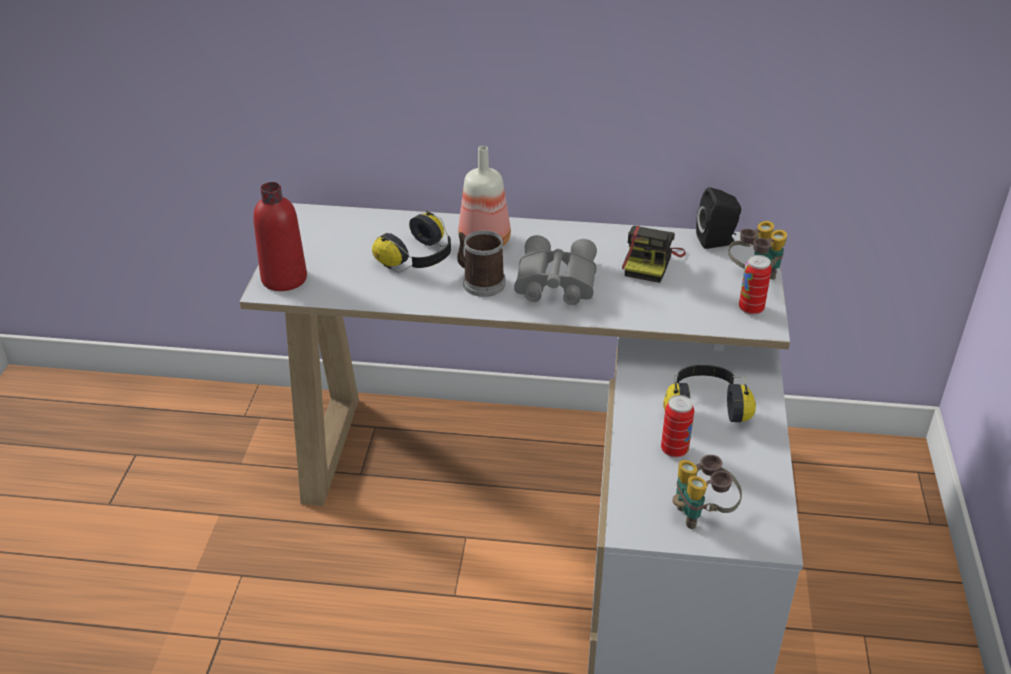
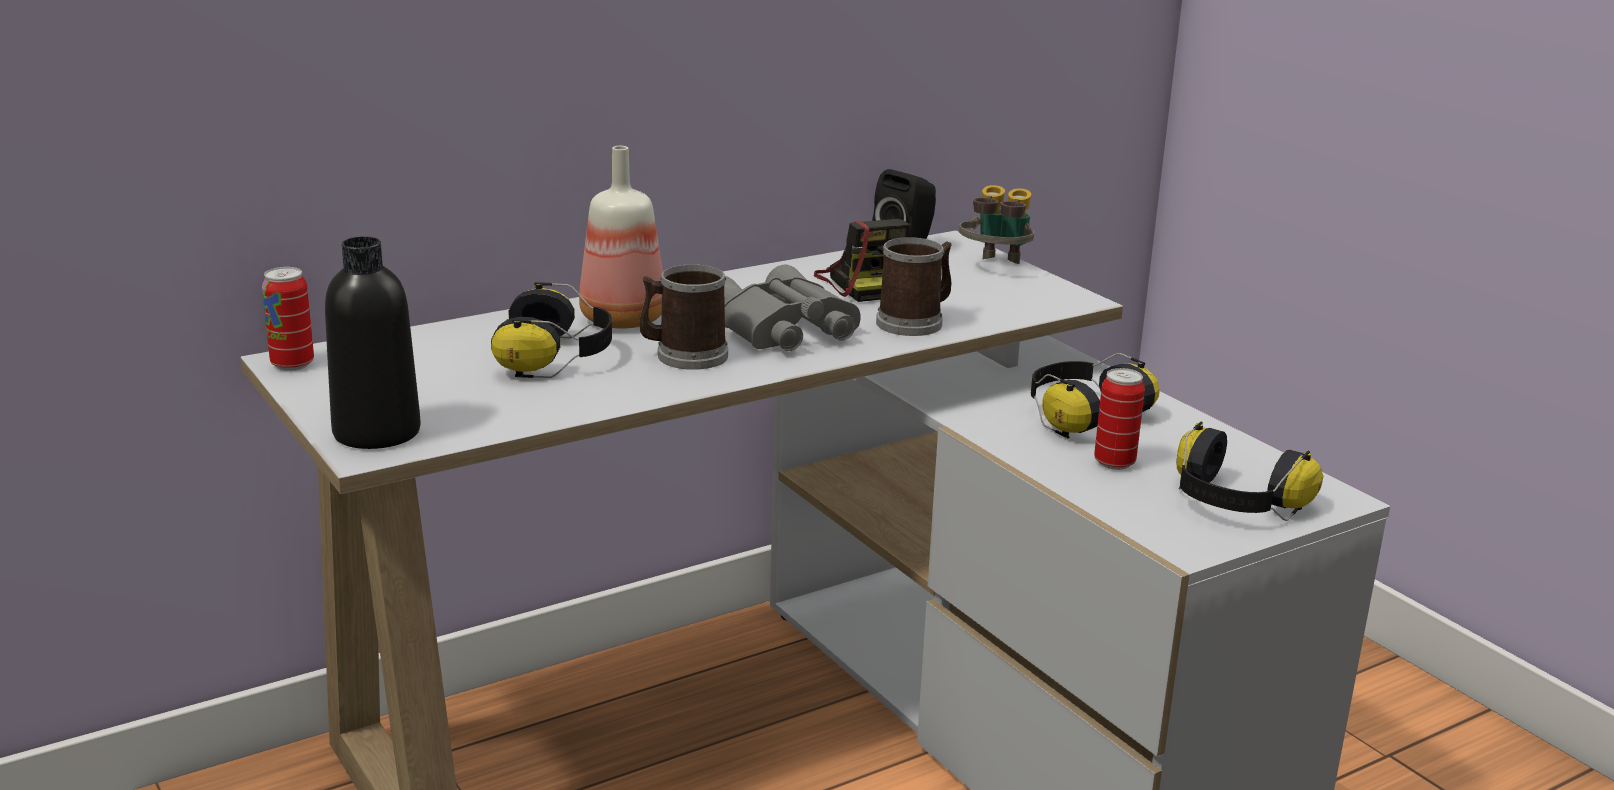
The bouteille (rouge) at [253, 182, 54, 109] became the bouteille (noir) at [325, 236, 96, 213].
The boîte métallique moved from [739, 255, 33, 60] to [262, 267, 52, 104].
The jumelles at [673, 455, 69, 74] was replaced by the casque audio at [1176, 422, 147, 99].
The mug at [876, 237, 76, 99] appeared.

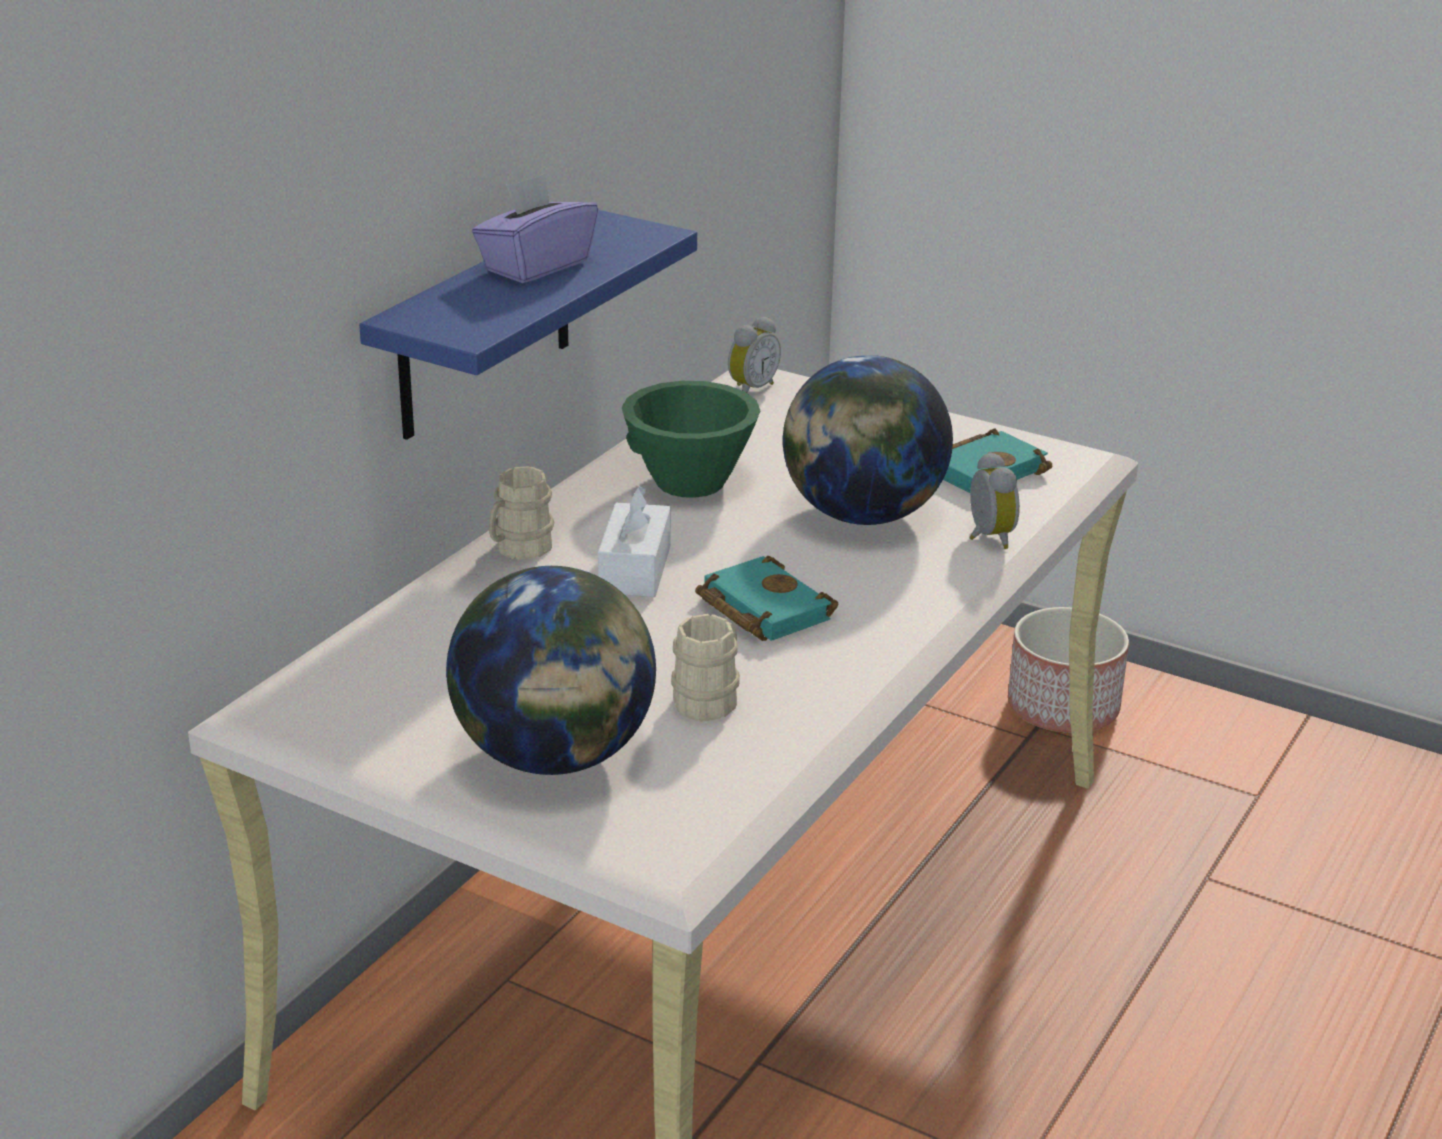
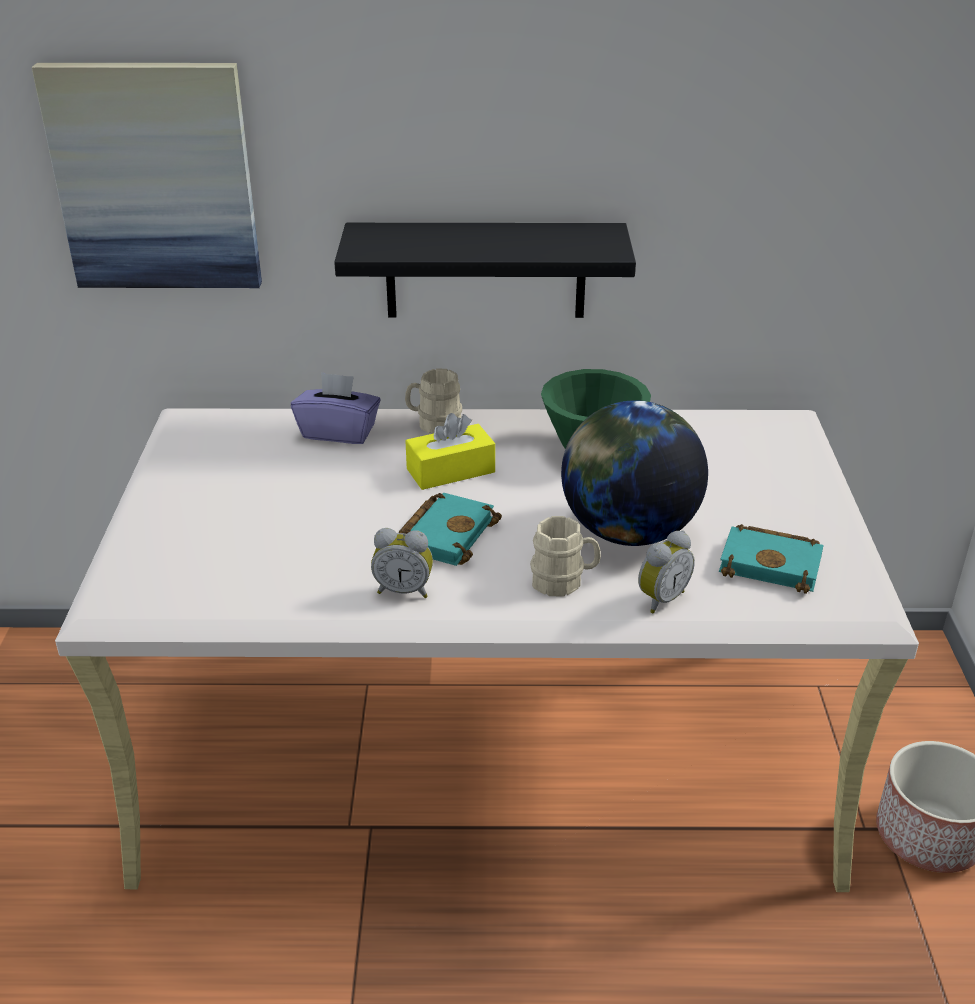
The boîte à mouchoirs (violet) moved from [472, 173, 126, 110] to [291, 372, 90, 72].
The étagère (bleu) at [359, 210, 338, 230] became the étagère (noir) at [334, 223, 302, 95].
The réveil moved from [728, 316, 53, 77] to [371, 528, 62, 70].
The boîte à mouchoirs (blanc) at [598, 486, 73, 111] became the boîte à mouchoirs (jaune) at [405, 413, 90, 77].
The globe at [446, 566, 210, 209] disappeared.
The mug (beige) moved from [671, 614, 69, 108] to [530, 516, 71, 81].
The tableau at [32, 63, 230, 225] appeared.

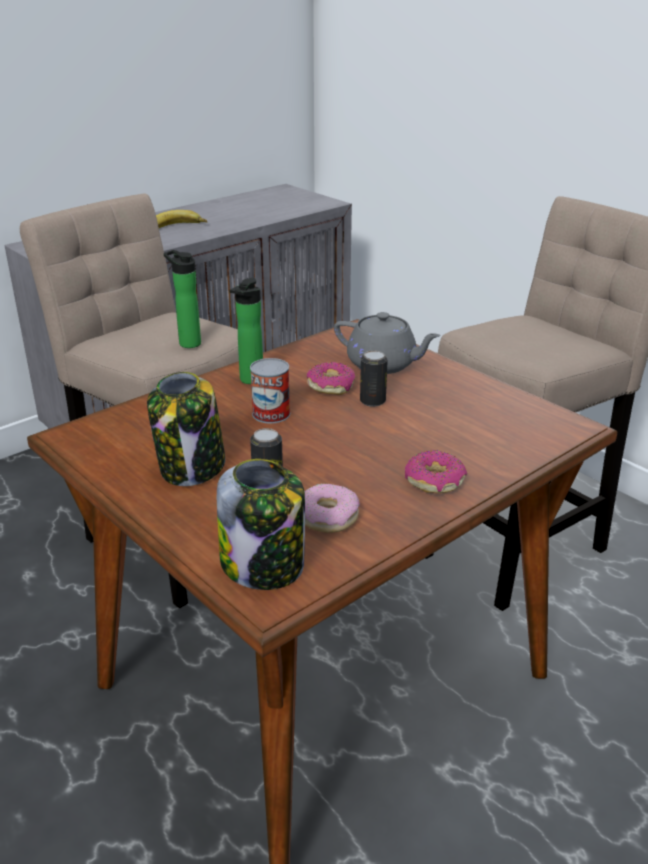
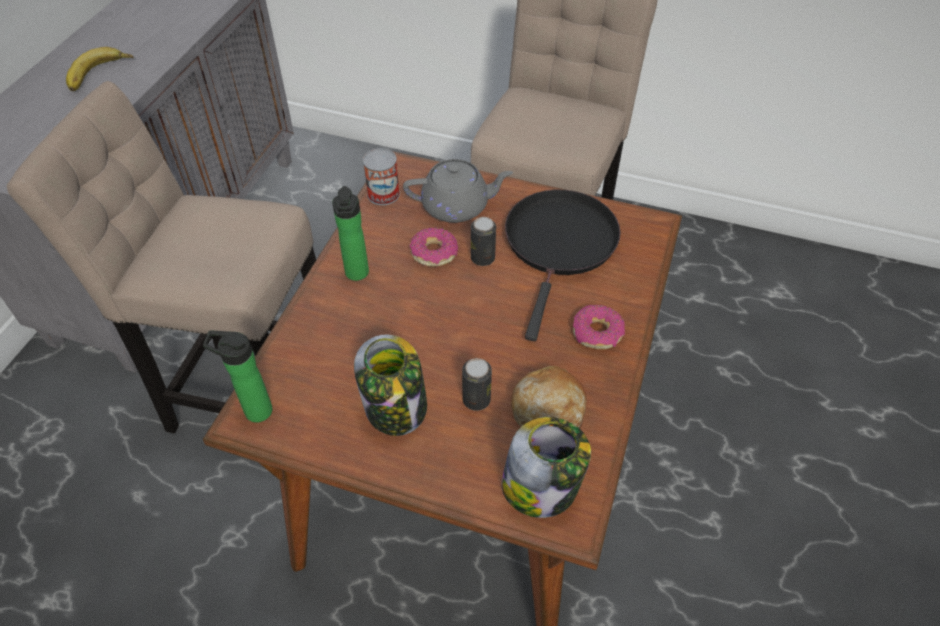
The bouteille moved from [164, 250, 37, 98] to [203, 331, 69, 92].
The boîte métallique moved from [250, 358, 40, 66] to [363, 148, 37, 57].
The beignet at [304, 483, 56, 50] was replaced by the pain at [511, 366, 76, 63].
The poêle (noir) at [505, 190, 116, 151] appeared.

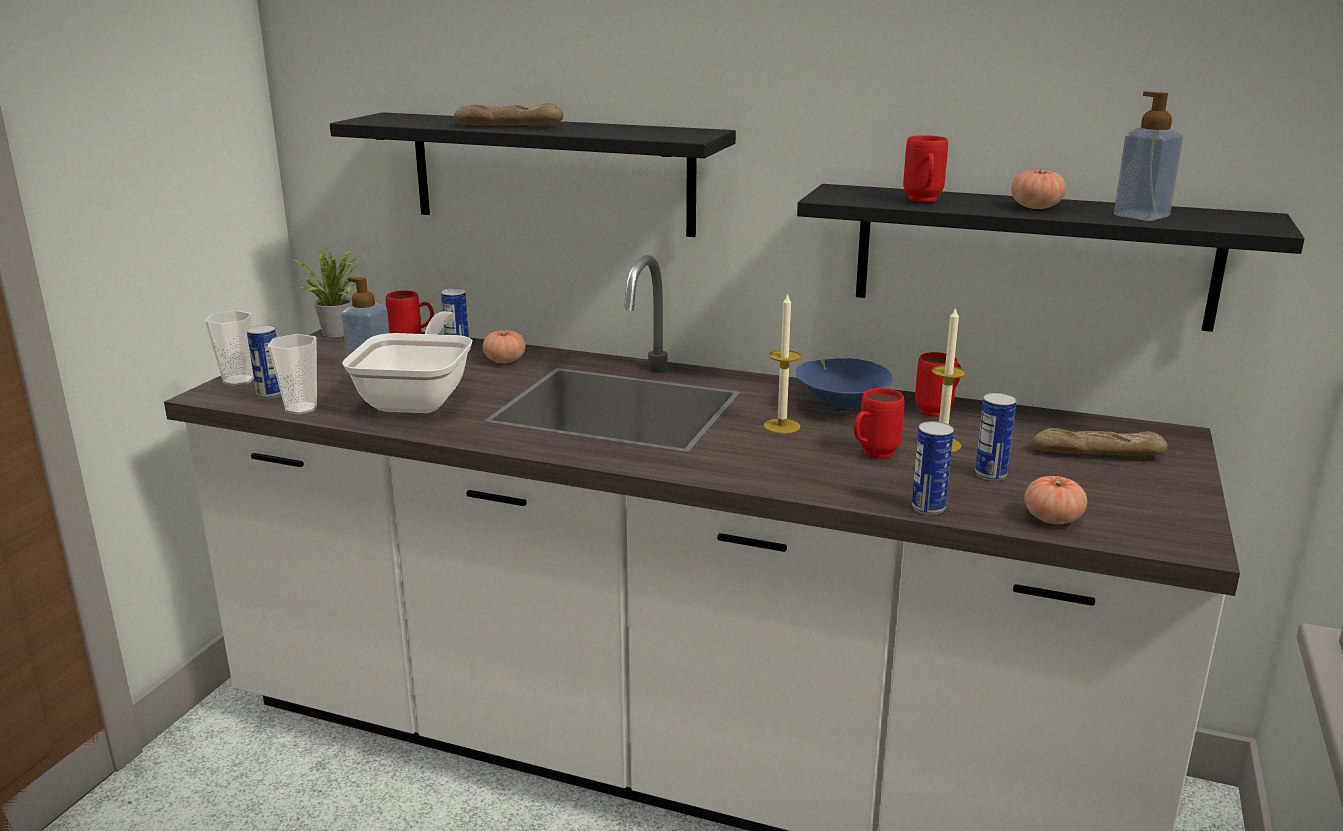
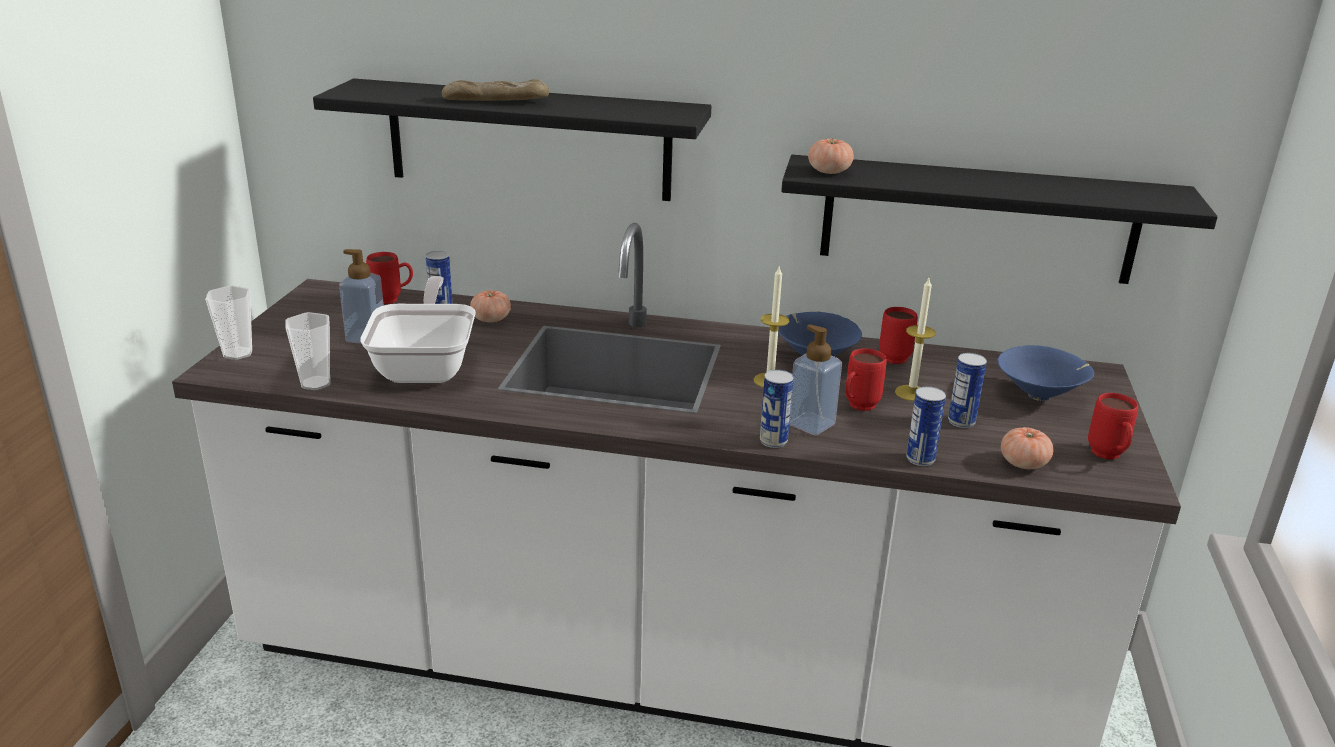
The distributeur de savon moved from [1114, 91, 69, 130] to [789, 324, 53, 111].
The mug (rouge) moved from [903, 135, 45, 67] to [1088, 393, 50, 67].
The tomate moved from [1011, 168, 55, 41] to [808, 139, 46, 35].
The plante en pot at [292, 248, 78, 89] disappeared.
The boîte métallique moved from [247, 325, 34, 74] to [760, 370, 34, 78].
The pain at [1032, 428, 136, 28] was replaced by the bol (bleu) at [997, 345, 98, 56].

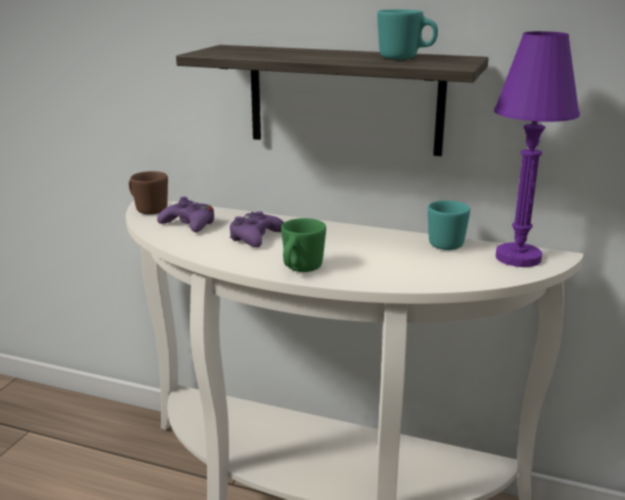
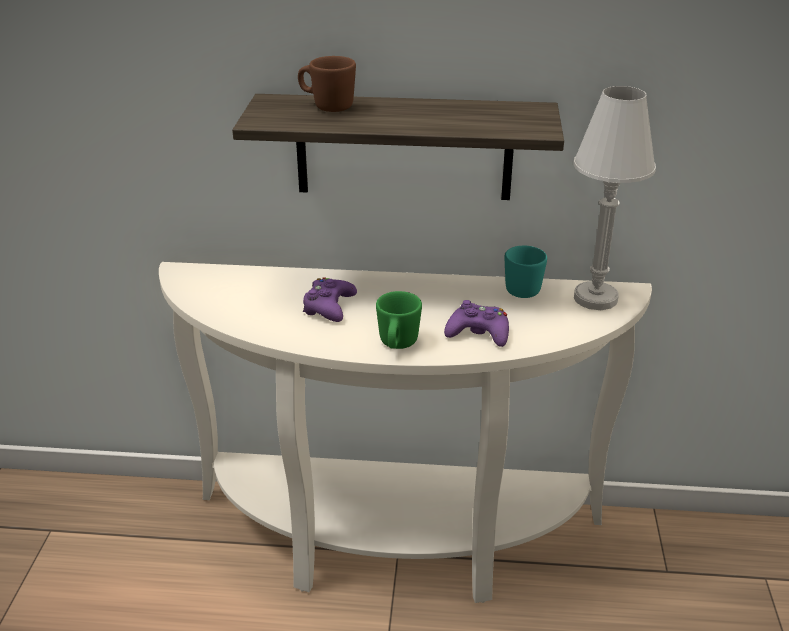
The mug (turquoise) at [377, 9, 61, 50] disappeared.
The lampe de table (violet) at [494, 31, 86, 236] became the lampe de table (blanc) at [573, 86, 83, 224].
The mug (marron) moved from [129, 171, 39, 44] to [298, 56, 58, 56].
The manette (violet) moved from [157, 197, 57, 35] to [444, 300, 65, 47].

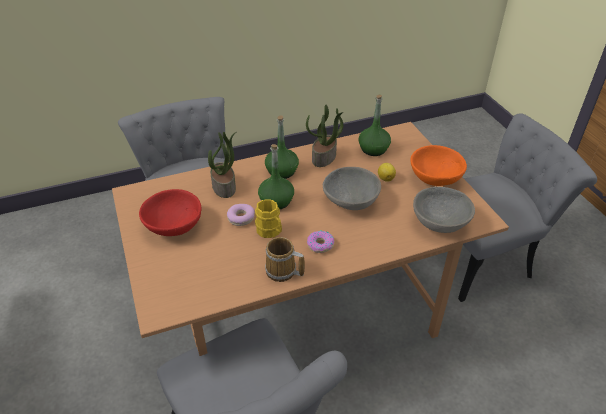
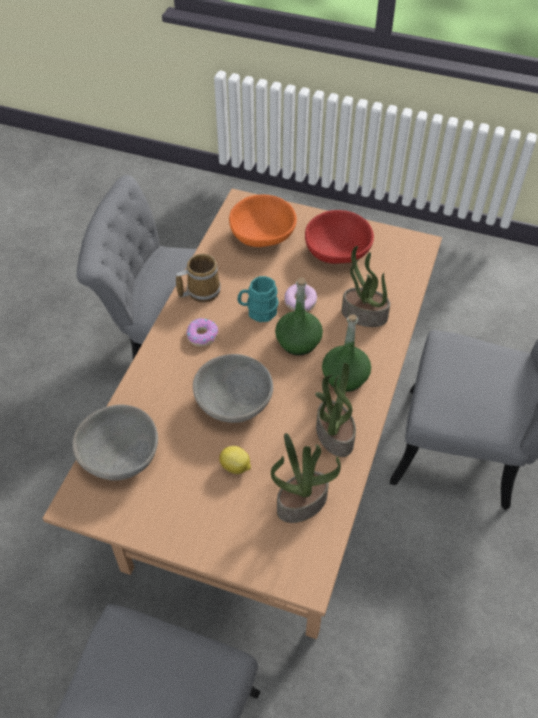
The bouteille (vert) at [358, 95, 33, 61] was replaced by the plante en pot at [271, 433, 70, 90].
The bol (orange) moved from [410, 145, 57, 41] to [229, 195, 68, 52].
The mug (jaune) at [255, 199, 27, 39] became the mug (turquoise) at [237, 276, 42, 46].

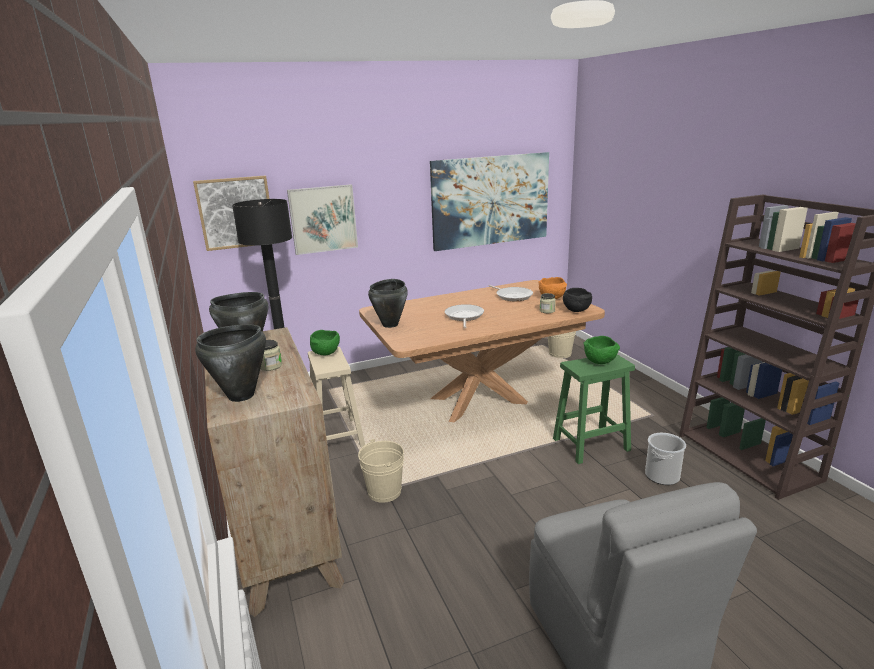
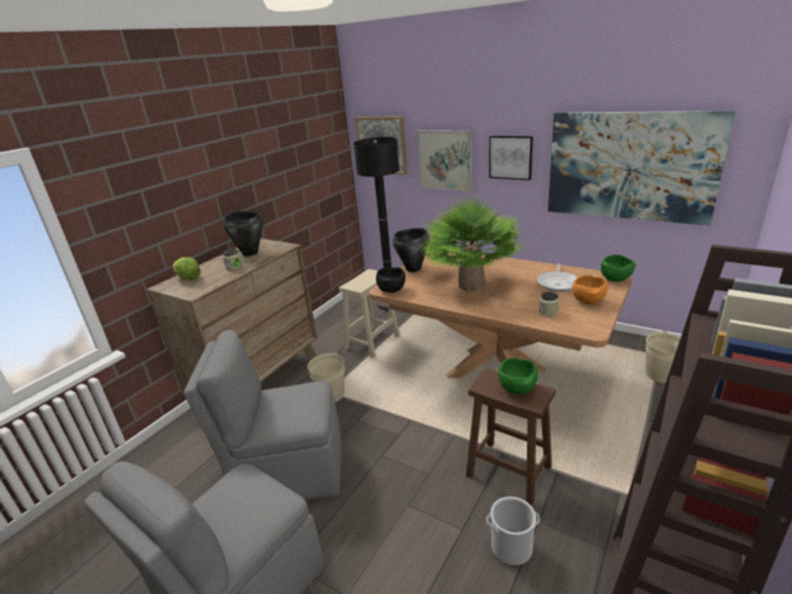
The bol (noir) moved from [563, 288, 29, 24] to [376, 267, 30, 26].
The poêle at [445, 304, 39, 24] was replaced by the plante en pot at [420, 195, 106, 96].
The marmite (noir) at [195, 325, 71, 77] was replaced by the laitue at [173, 257, 28, 23].
The bol (vert) moved from [310, 330, 30, 26] to [601, 254, 35, 28].
The tabouret (vert) at [553, 354, 82, 110] became the tabouret (marron) at [466, 369, 90, 136].
The tableau at [489, 136, 44, 44] appeared.
The chaise (gris) at [183, 330, 158, 170] appeared.

